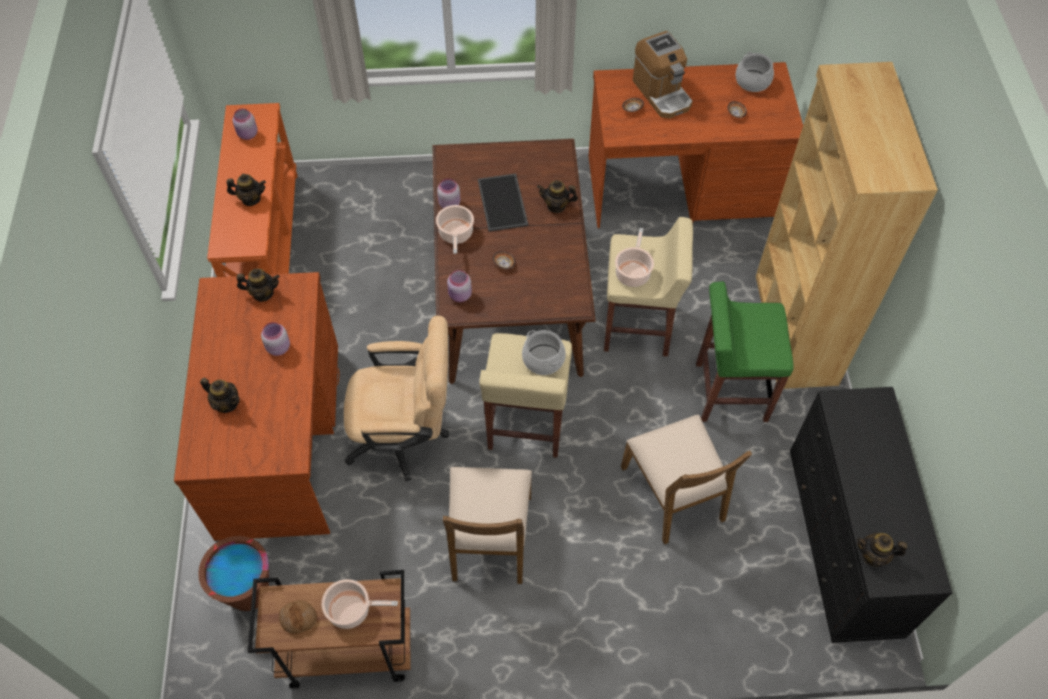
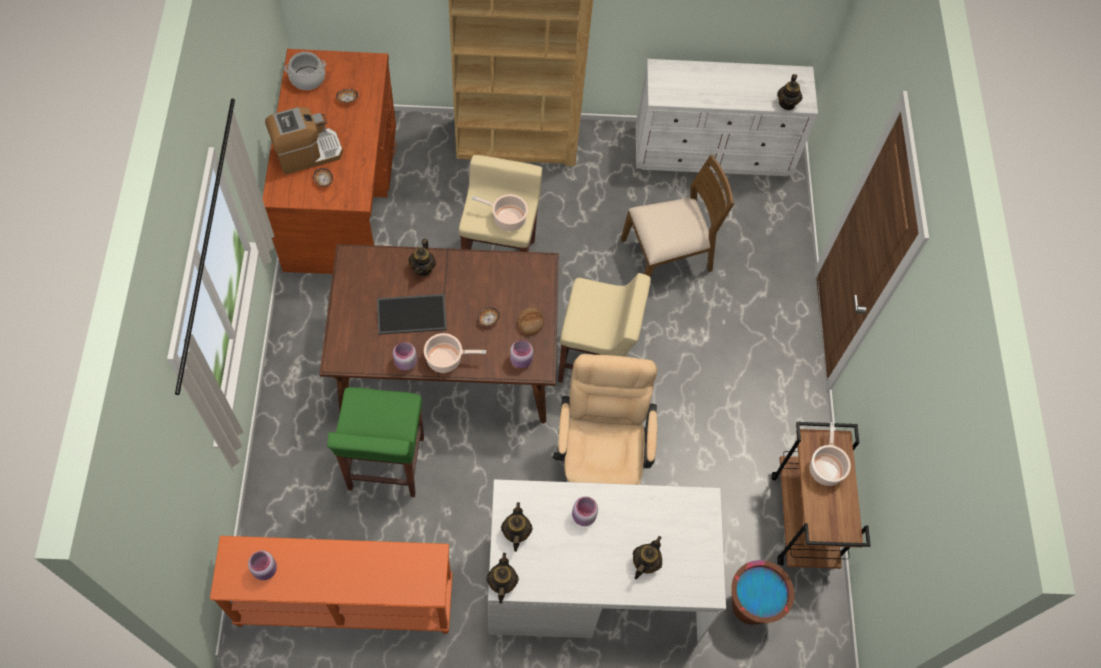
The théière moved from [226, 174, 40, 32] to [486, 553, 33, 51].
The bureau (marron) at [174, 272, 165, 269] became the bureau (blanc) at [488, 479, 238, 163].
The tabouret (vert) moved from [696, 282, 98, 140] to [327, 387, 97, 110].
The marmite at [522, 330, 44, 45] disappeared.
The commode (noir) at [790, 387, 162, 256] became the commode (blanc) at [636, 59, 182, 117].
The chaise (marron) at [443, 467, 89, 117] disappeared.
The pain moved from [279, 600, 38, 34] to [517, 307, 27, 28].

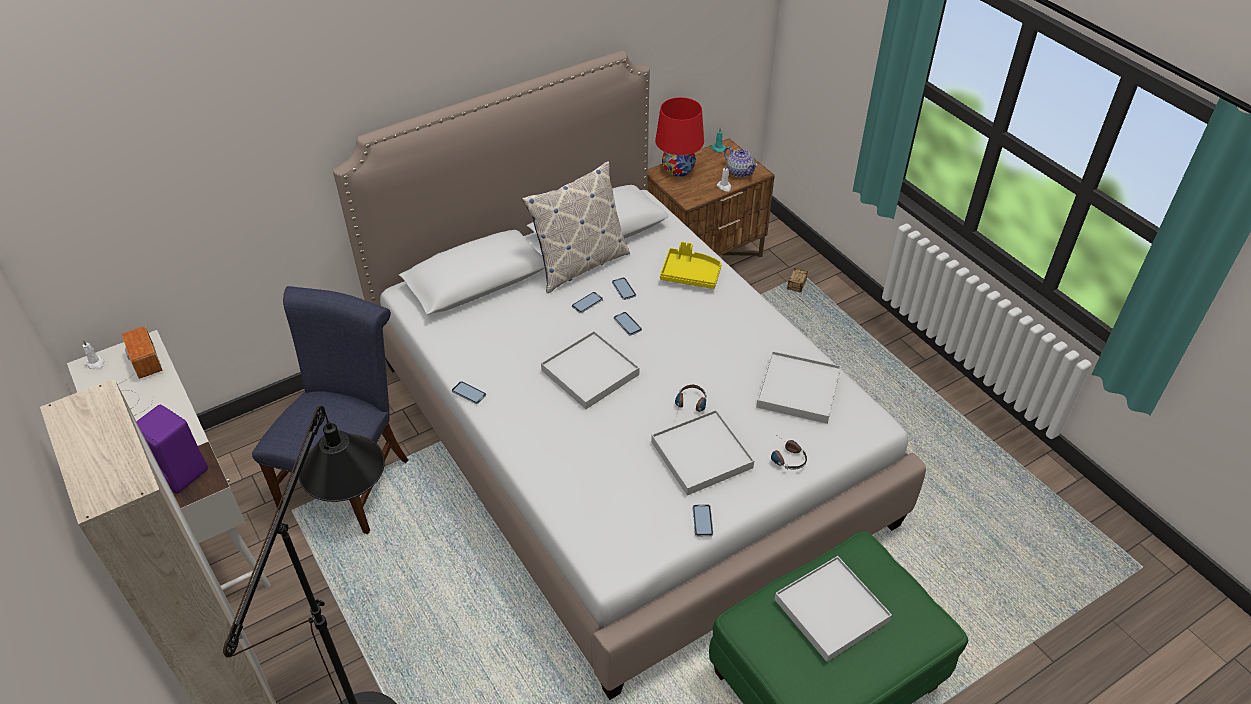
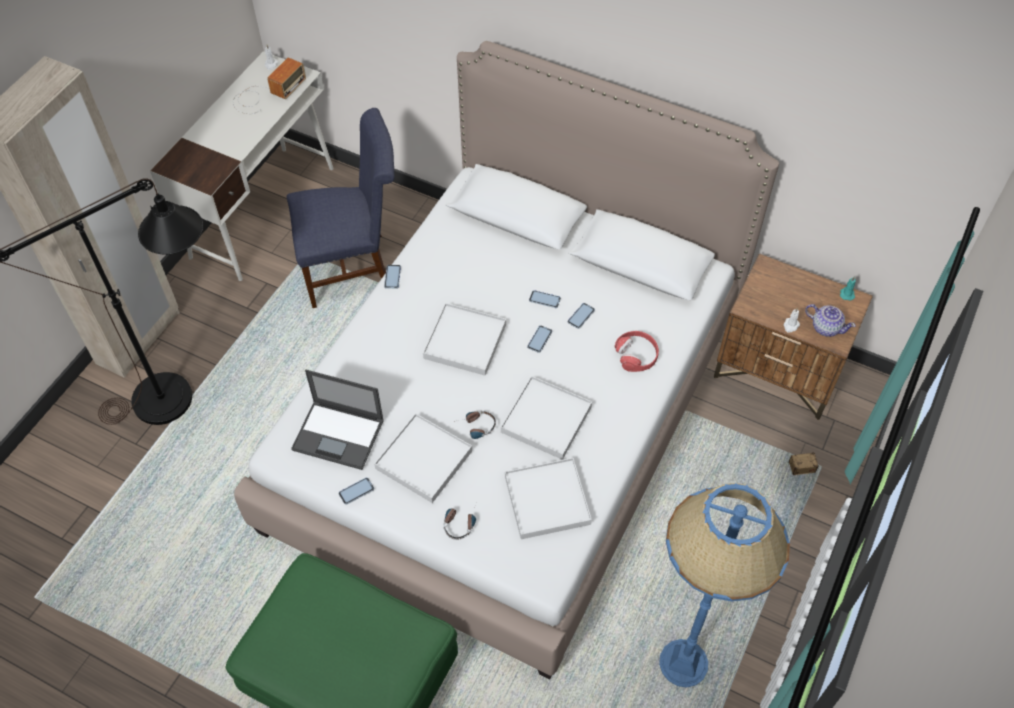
The lampe de table (rouge) at [655, 97, 49, 80] disappeared.
The théière at [724, 147, 34, 30] turned 75 degrees counterclockwise.
The coussin at [522, 161, 108, 132] disappeared.
The plateau (jaune) at [660, 242, 62, 47] was replaced by the casque audio (rouge) at [614, 331, 45, 41].
The enceinte (violet) at [136, 405, 72, 89] disappeared.
The plateau (blanc) moved from [774, 556, 118, 106] to [501, 376, 91, 84].
The ordinateur portable at [291, 370, 93, 100] appeared.
The lampadaire (bleu) at [659, 483, 131, 204] appeared.

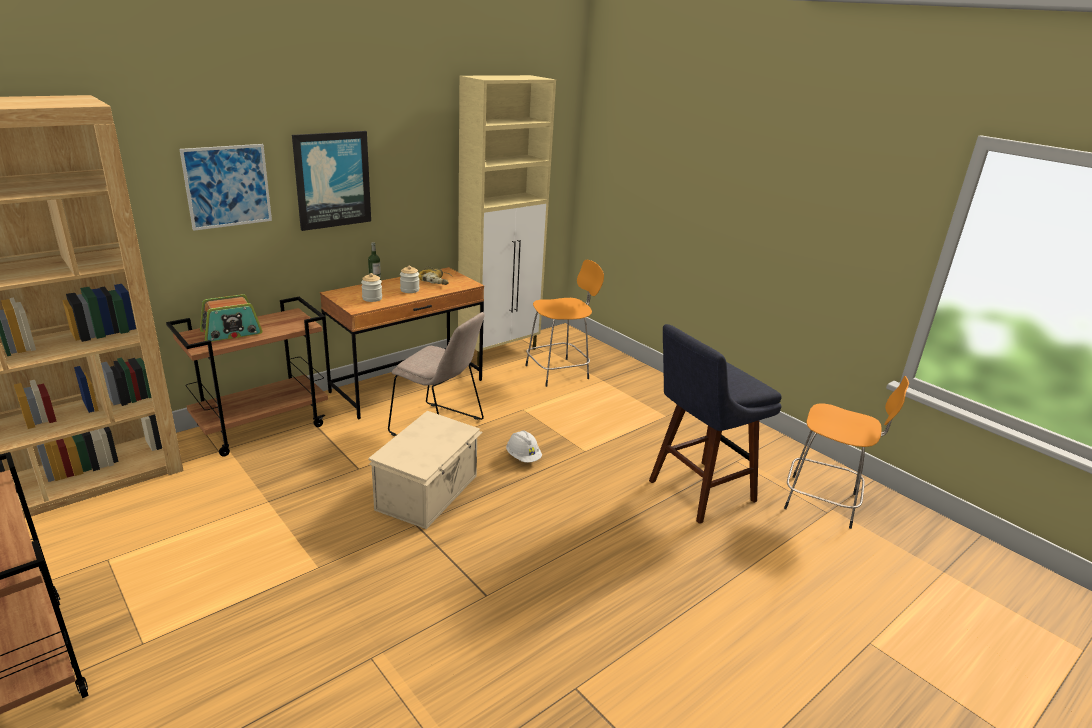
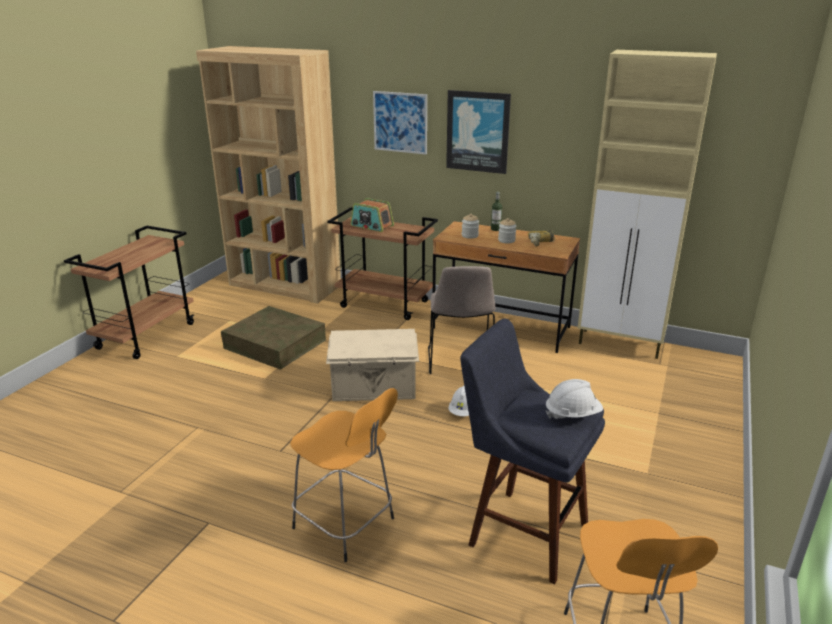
The tabouret (orange) moved from [525, 260, 79, 127] to [290, 388, 108, 174].
The boîte de rangement (marron) at [221, 306, 105, 64] appeared.
The casque de chantier (blanc) at [546, 379, 57, 41] appeared.

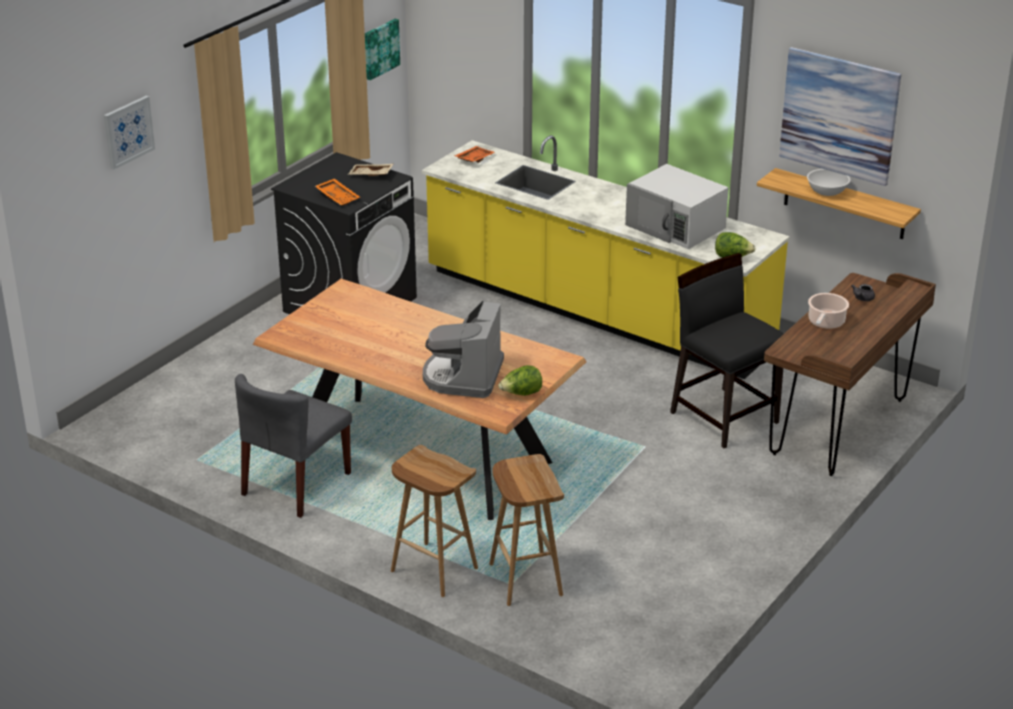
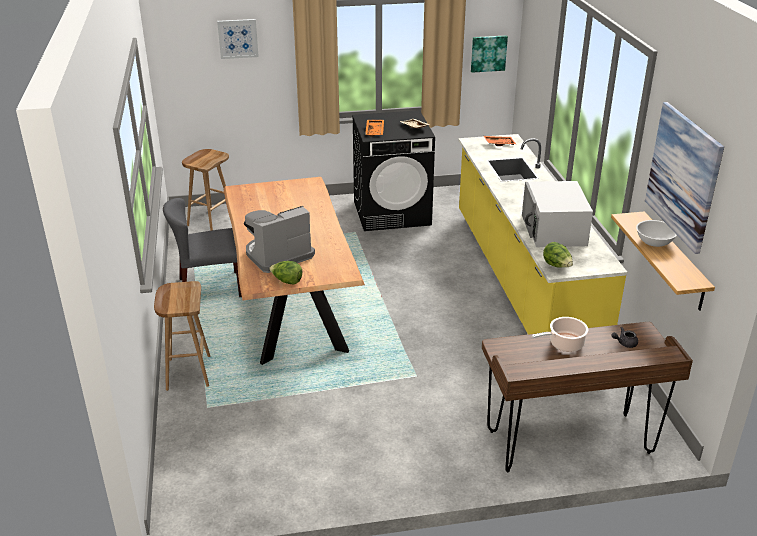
The chaise (noir) at [670, 253, 114, 195] disappeared.
The tabouret (marron) moved from [489, 454, 75, 152] to [182, 149, 47, 82].

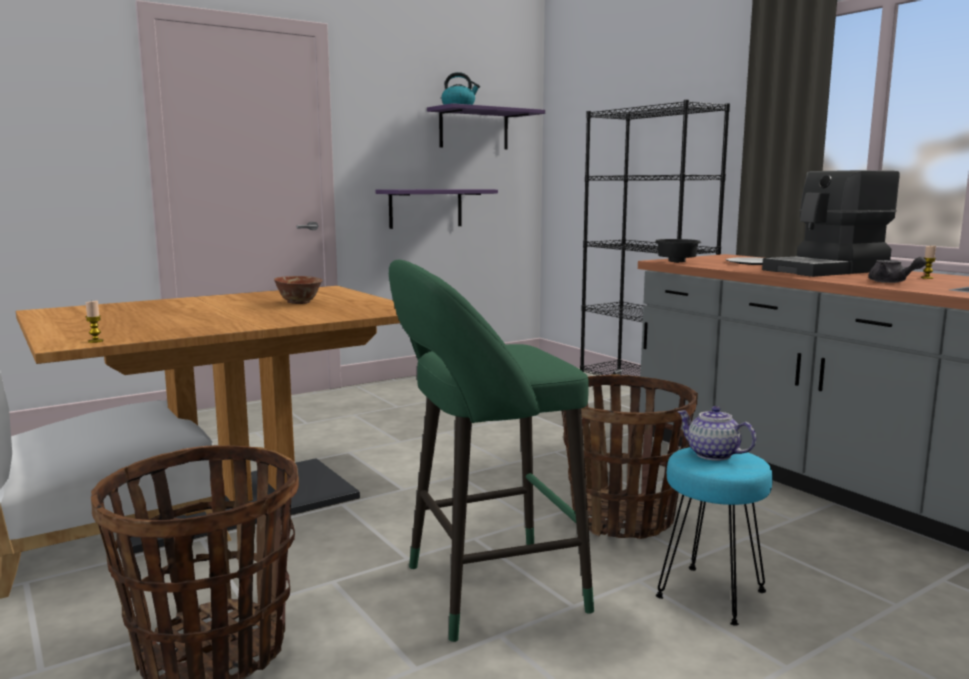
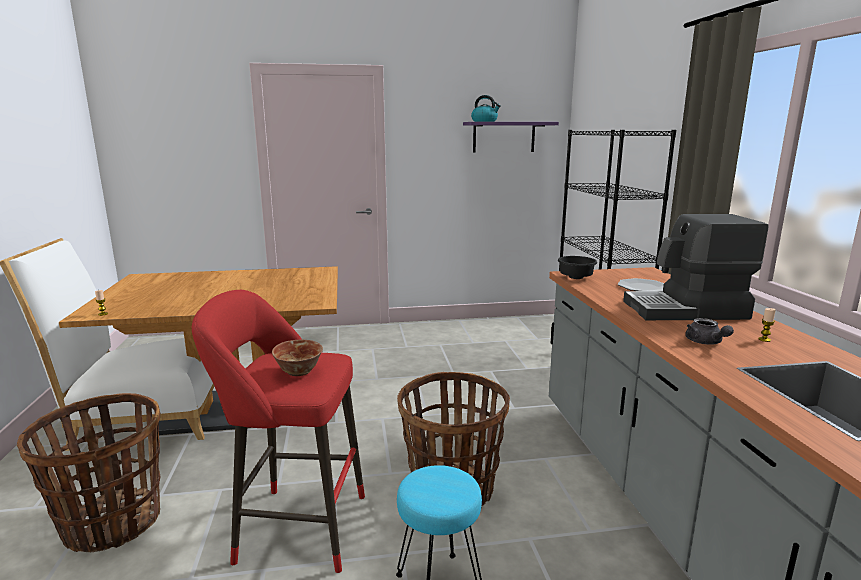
The étagère (violet) at [375, 189, 123, 40] disappeared.
The tabouret (vert) at [389, 259, 205, 383] became the tabouret (rouge) at [192, 290, 173, 283].
The bol moved from [274, 276, 49, 28] to [272, 340, 51, 36].
The théière at [677, 406, 79, 55] disappeared.

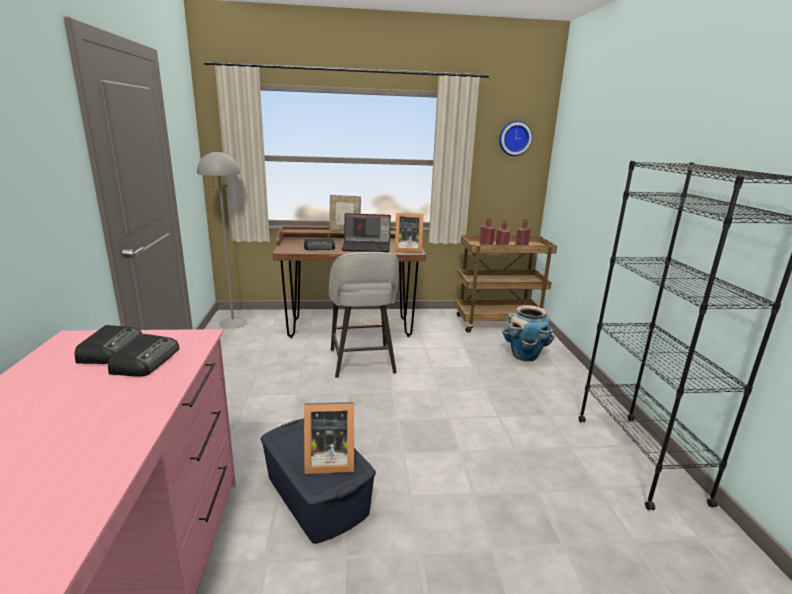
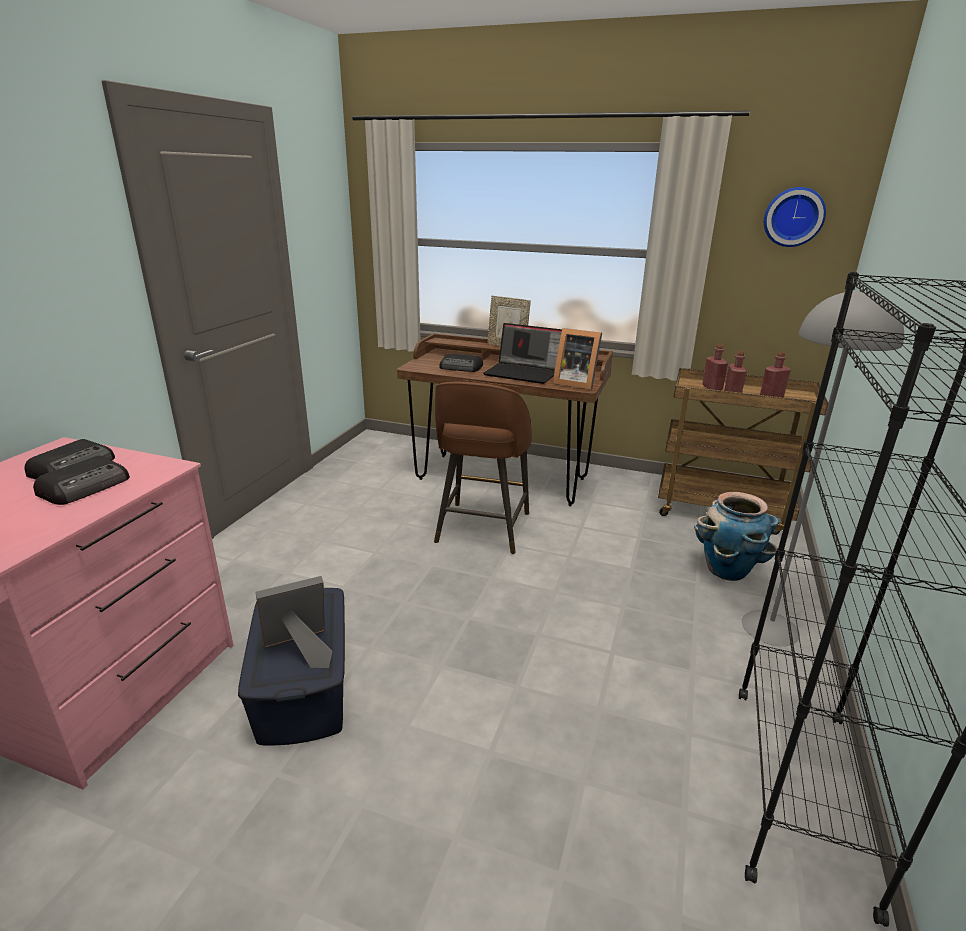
The lampadaire (gris) moved from [197, 151, 50, 178] to [742, 289, 162, 357].
The tabouret (gris) at [329, 252, 70, 126] became the tabouret (marron) at [434, 382, 98, 172].
The cadre photo at [304, 402, 50, 72] turned 135 degrees clockwise.

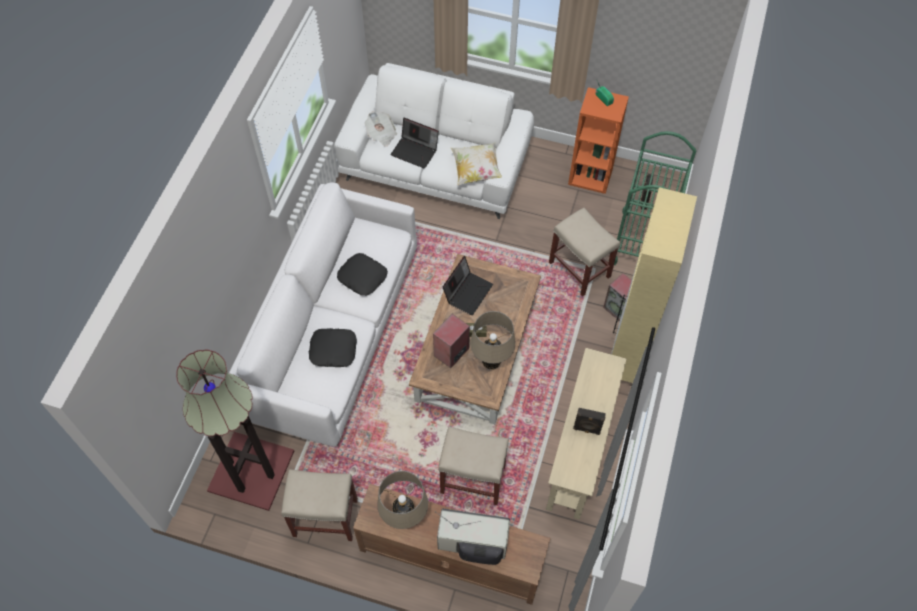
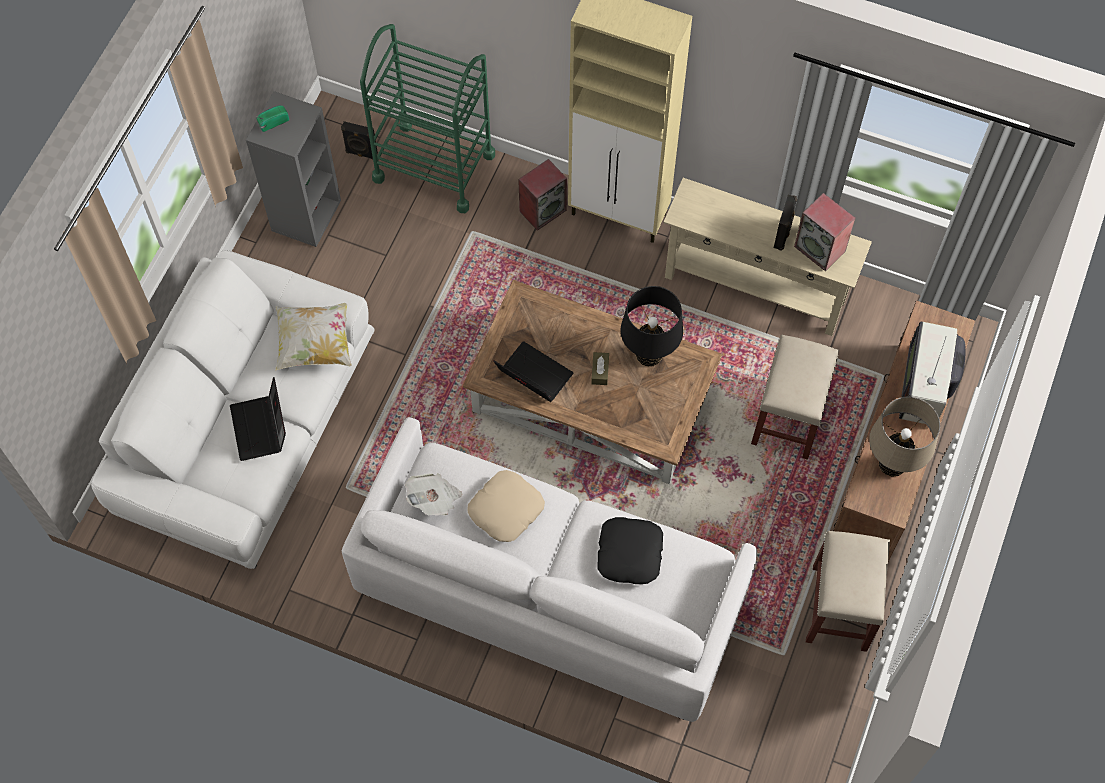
The bibliothèque (orange) at [568, 87, 61, 107] became the bibliothèque (gris) at [246, 91, 95, 156].
The journal moved from [364, 111, 33, 36] to [405, 473, 57, 43].
The ordinateur portable at [390, 118, 49, 50] turned 135 degrees clockwise.
The tabouret (beige) at [549, 208, 71, 89] disappeared.
The coussin (noir) at [337, 253, 51, 43] became the coussin (beige) at [467, 470, 78, 72].
The lampe de table (beige) at [470, 311, 45, 58] became the lampe de table (noir) at [621, 286, 62, 81].
The enceinte moved from [433, 314, 37, 54] to [794, 193, 62, 78].
The lampadaire at [176, 350, 118, 161] disappeared.

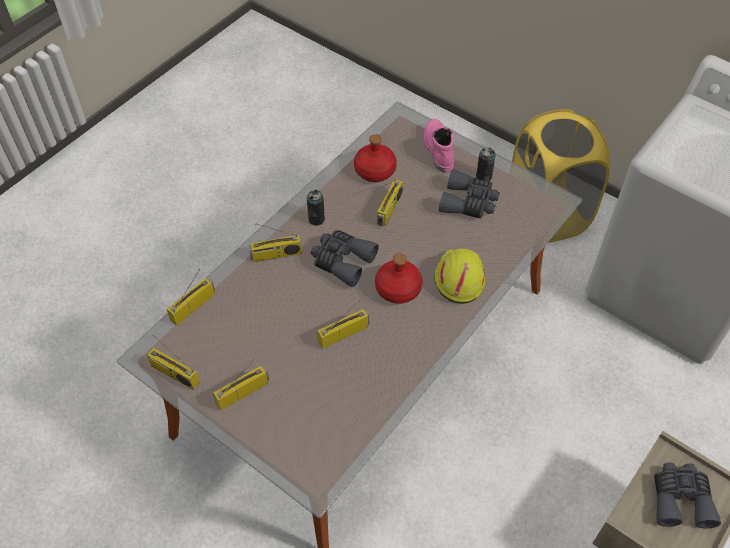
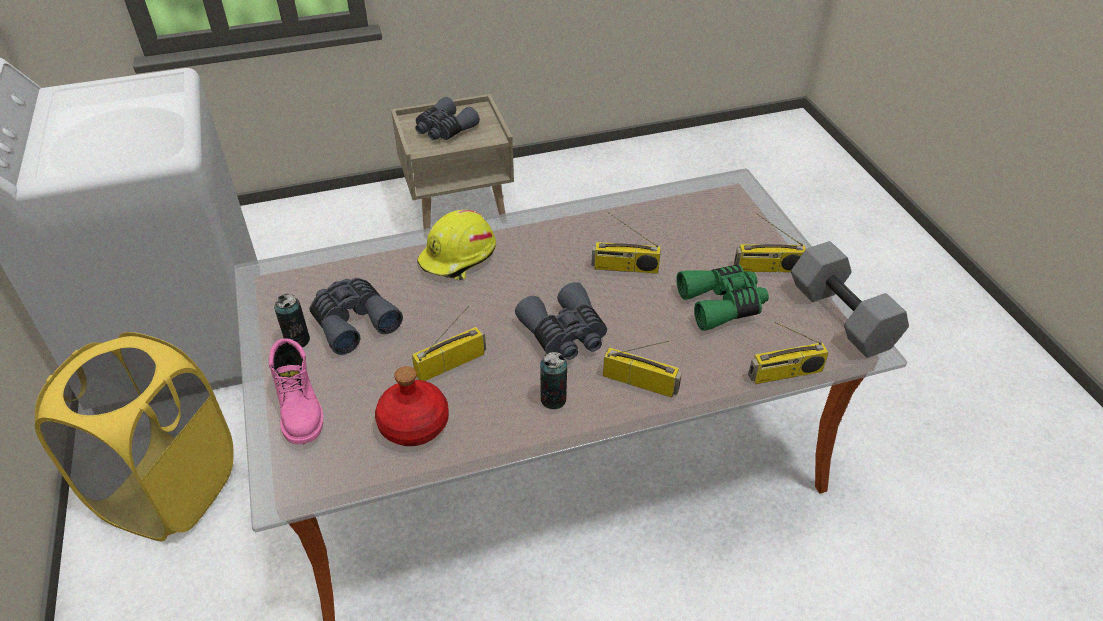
The botte (rose) at [424, 119, 30, 53] turned 45 degrees counterclockwise.
The bouteille (rouge) at [375, 254, 47, 50] disappeared.
The radio at [147, 335, 53, 55] was replaced by the haltère (gris) at [791, 241, 118, 117].
The jumelles (vert) at [676, 265, 93, 66] appeared.

